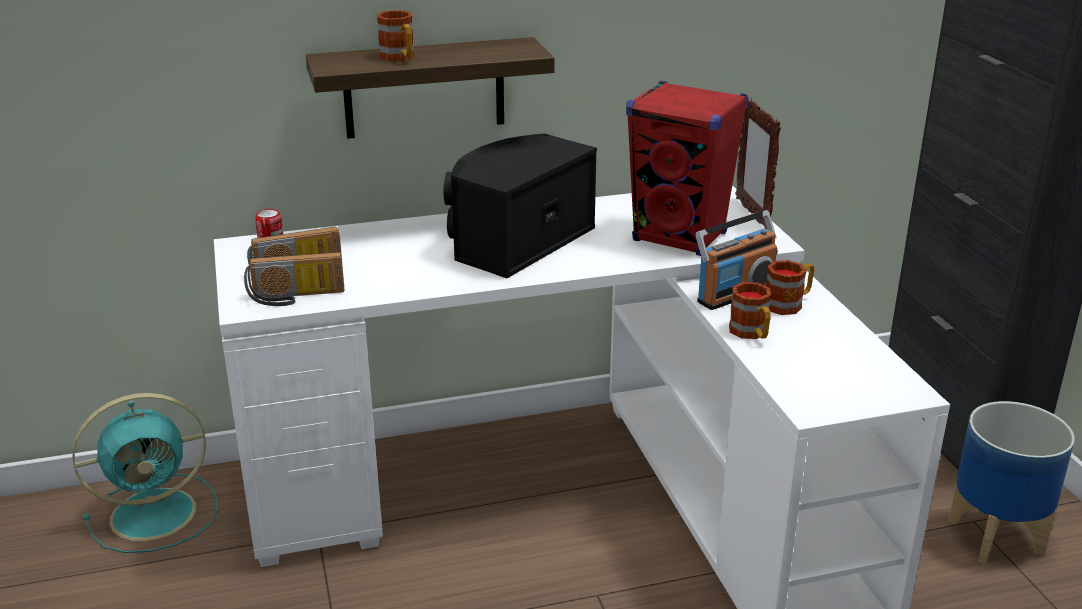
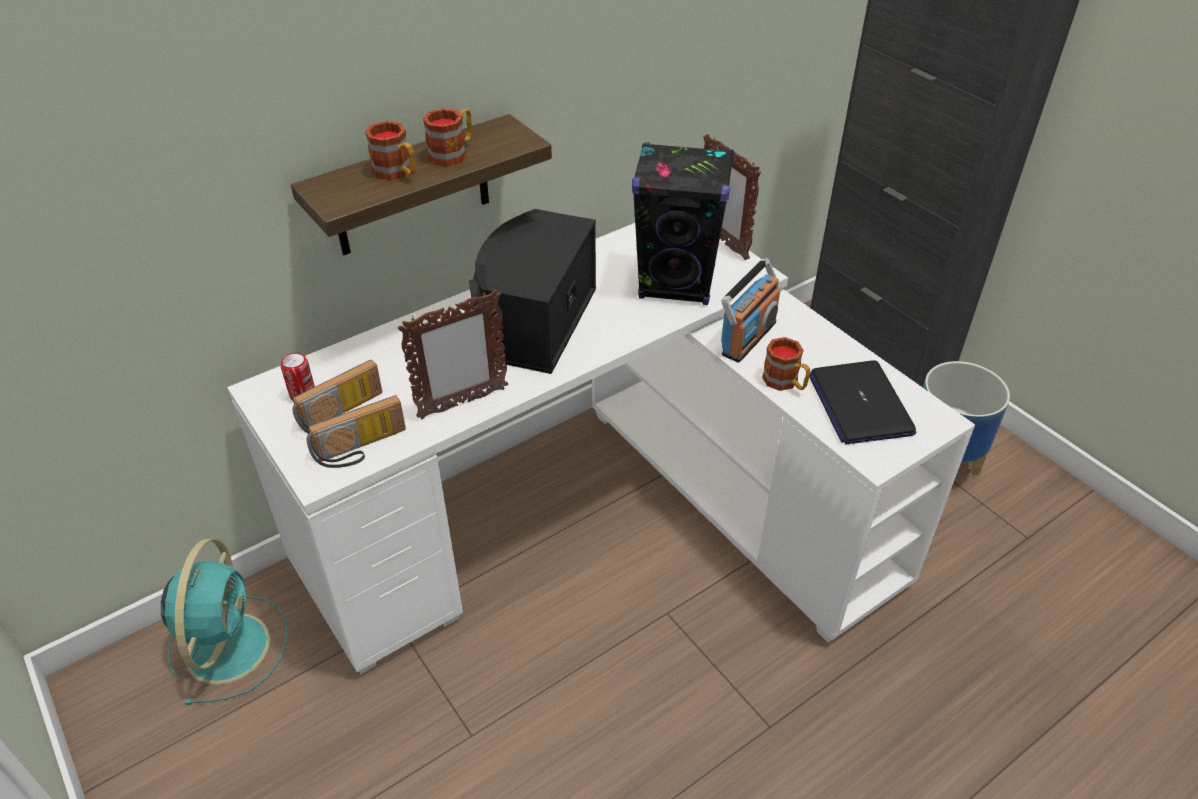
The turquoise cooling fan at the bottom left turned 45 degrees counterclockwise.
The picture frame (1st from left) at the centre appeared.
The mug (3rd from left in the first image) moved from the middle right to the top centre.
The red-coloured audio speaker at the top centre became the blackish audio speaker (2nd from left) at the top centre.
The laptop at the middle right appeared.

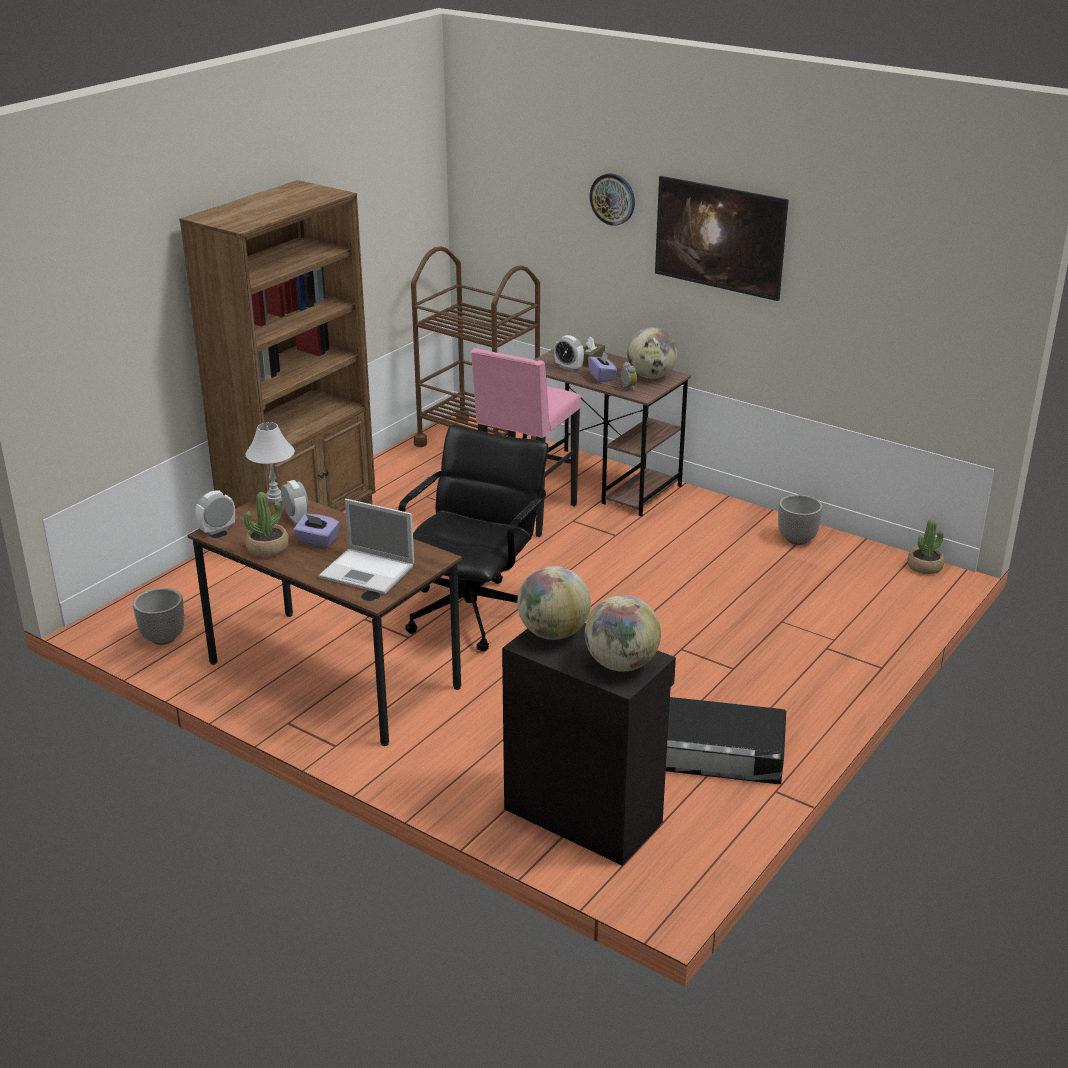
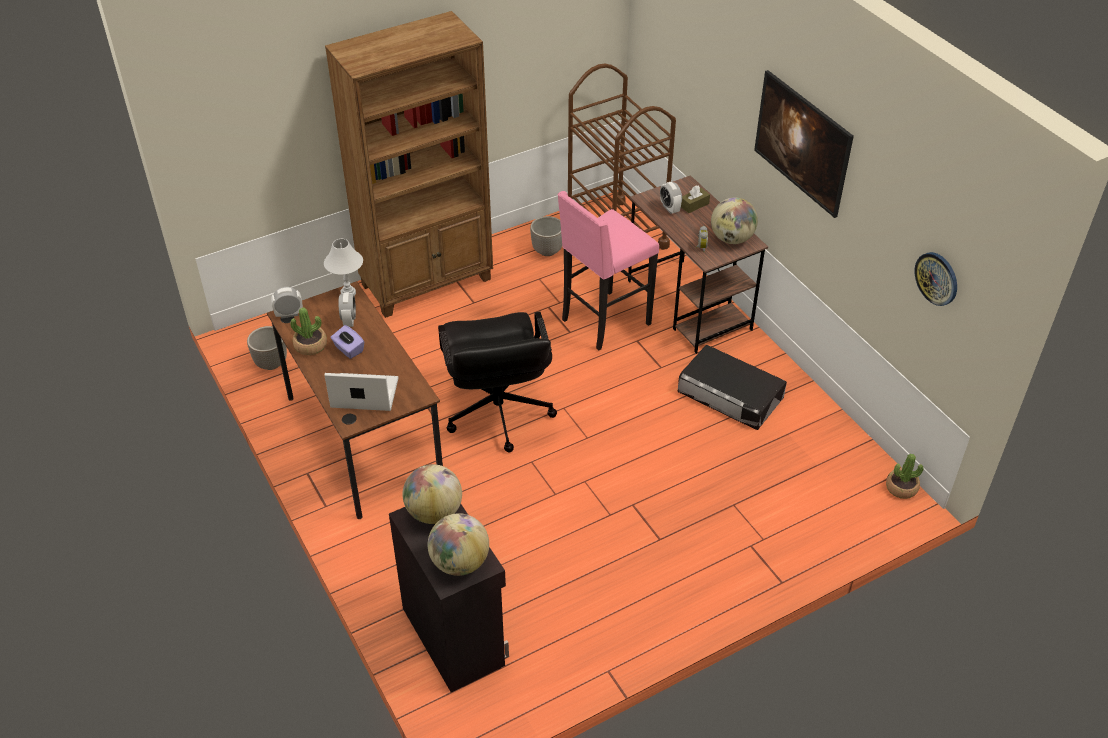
The laptop at the centre turned 135 degrees clockwise.
The blackish office chair at the centre turned 120 degrees clockwise.
The planter (2nd from left) moved from the middle right to the top centre.
The blackish storage bin moved from the bottom right to the centre.
The wall clock moved from the top centre to the middle right.
The purple box of tissues (2nd from left) at the centre disappeared.

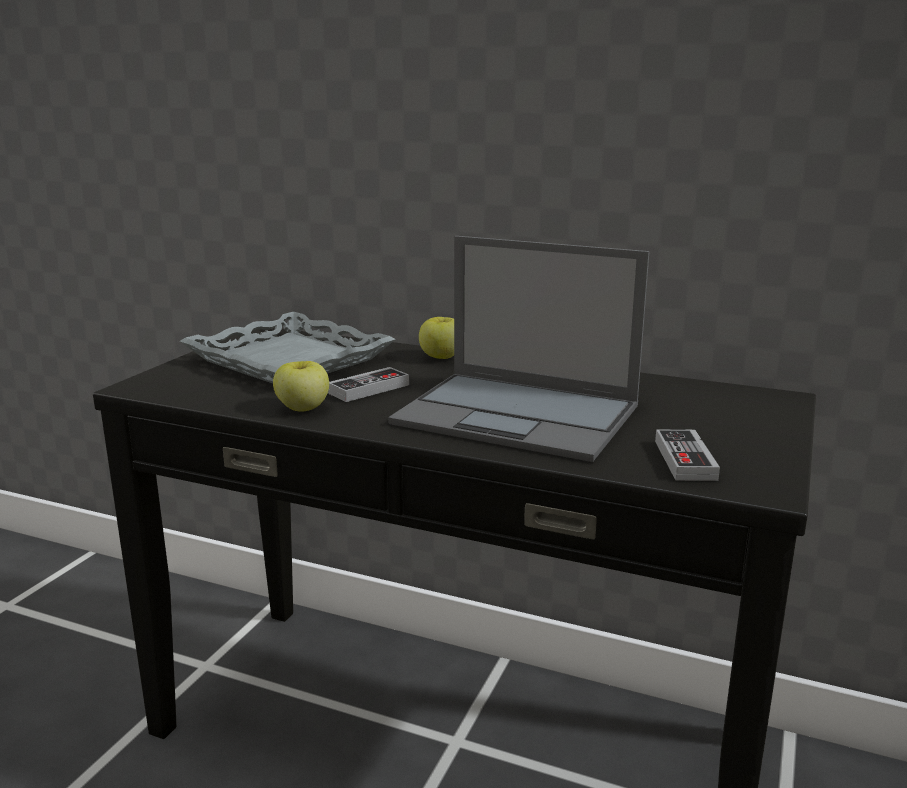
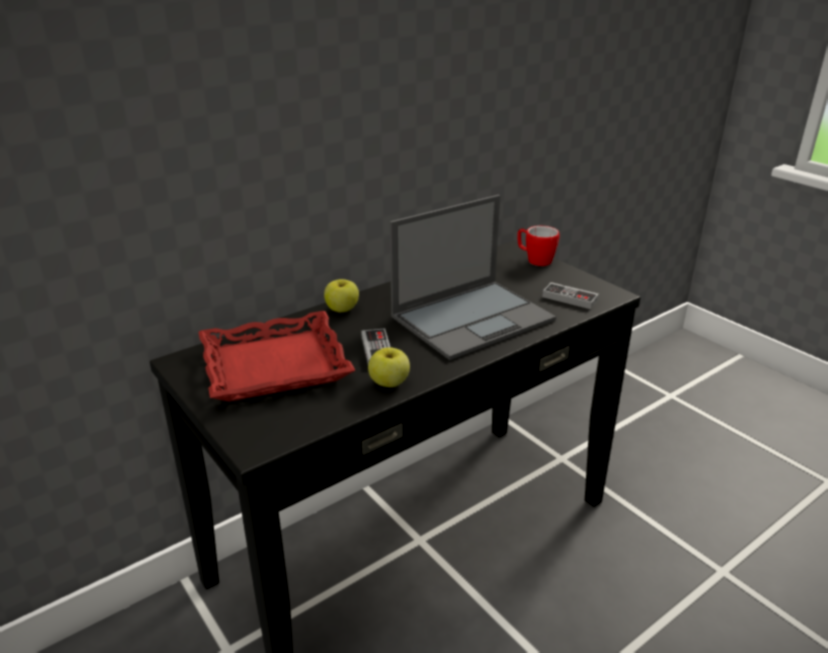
The greyish serving tray at the middle left became the red-coloured serving tray at the centre.
The mug at the centre appeared.

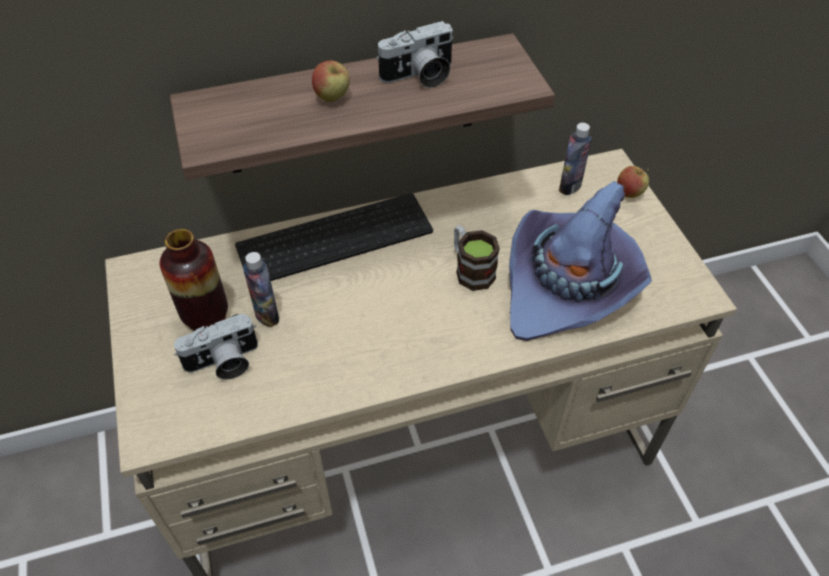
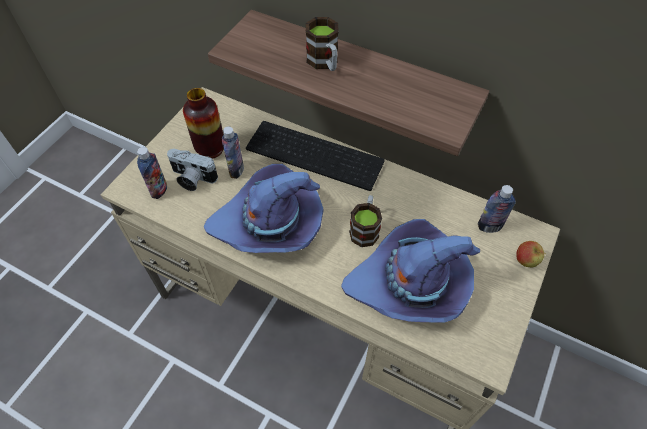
The beverage bottle (1st from left) at the middle left appeared.
The purple wearable hat (1st from left) at the centre appeared.
The whole apple (1st from left) at the top centre was replaced by the mug (1st from left) at the top centre.
The still camera (2nd from left) at the top centre disappeared.

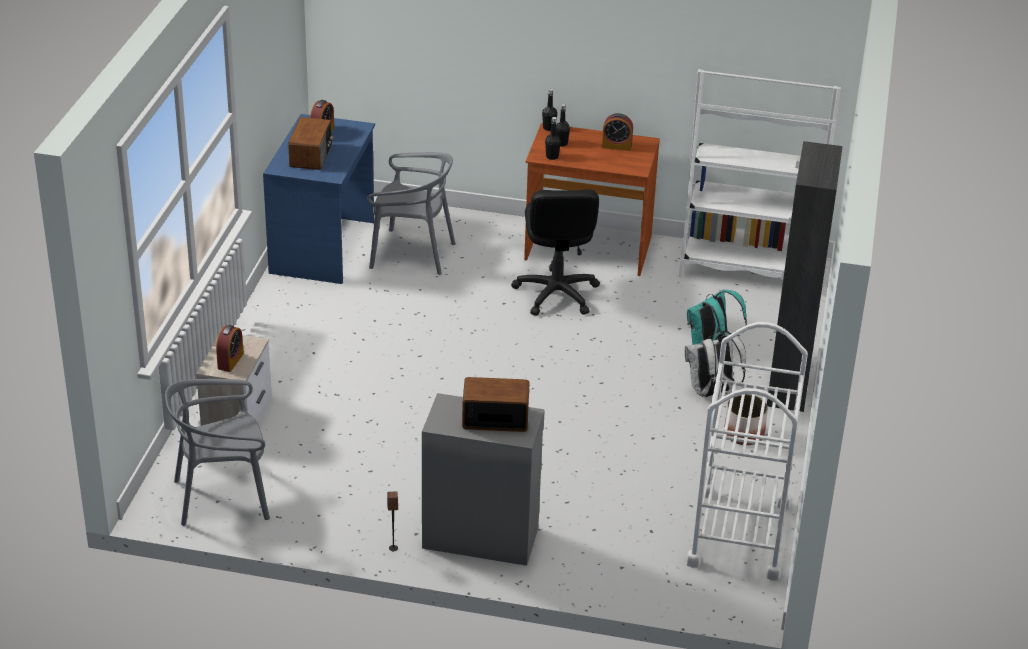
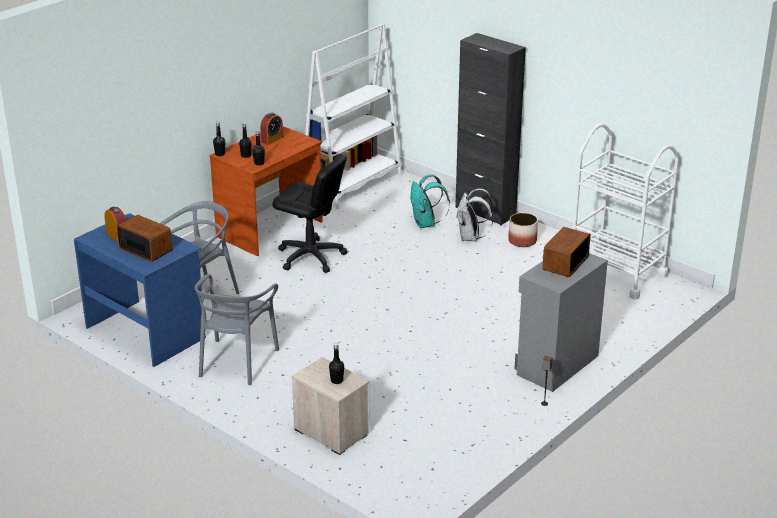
The greyish upright chair (1st from left in the first image) moved from the bottom left to the middle left.
The bedside clock (1st from left) at the middle left was replaced by the blackish beverage bottle (4th from left) at the bottom centre.

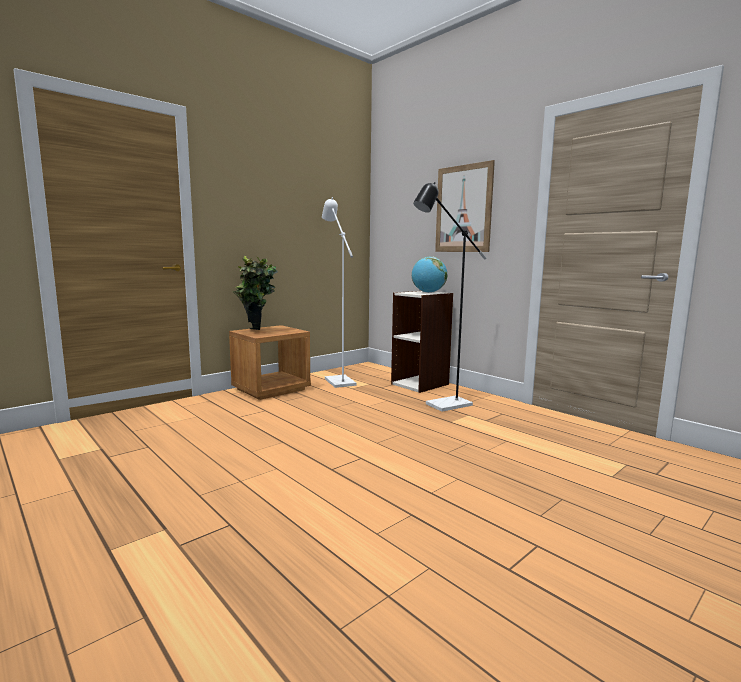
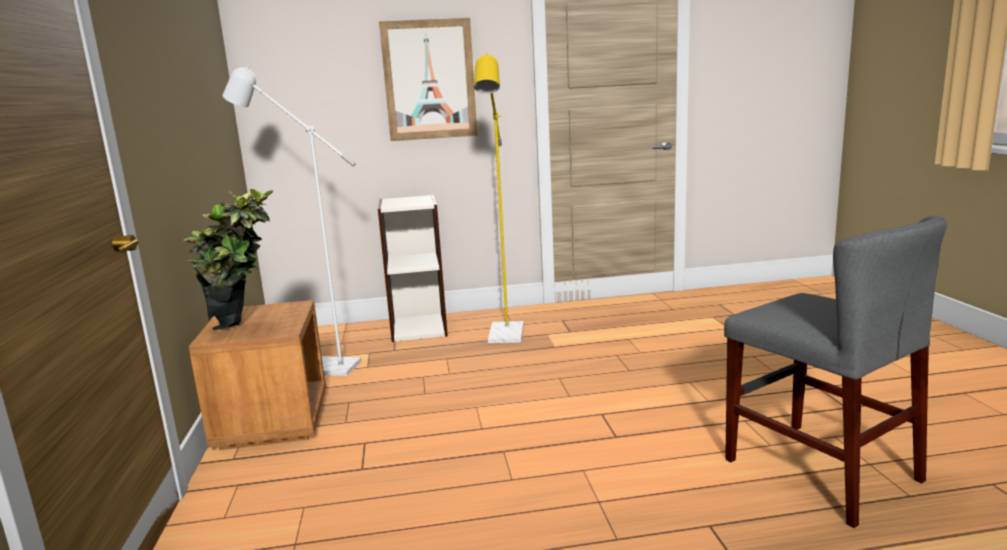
The blackish standard lamp at the centre became the yellowish standard lamp at the centre.
The greyish upright chair at the bottom right appeared.
The desk globe at the centre disappeared.

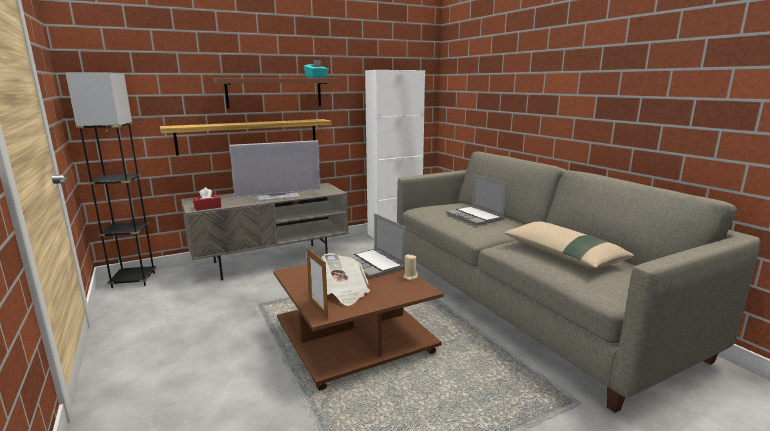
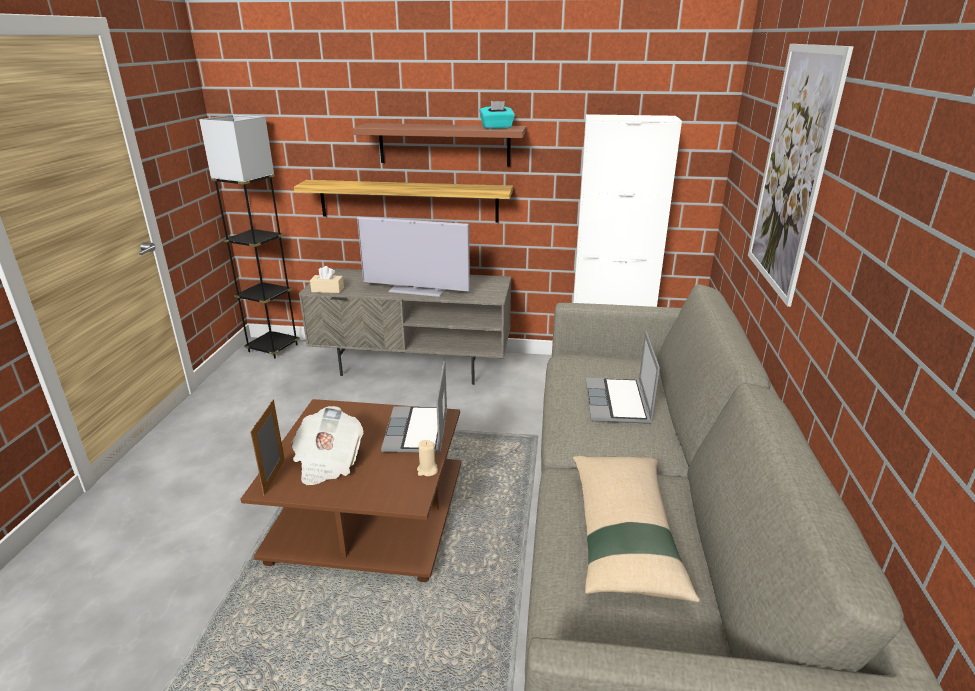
The red-coloured box of tissues at the middle left became the beige-coloured box of tissues at the centre.
The wall picture at the top right appeared.

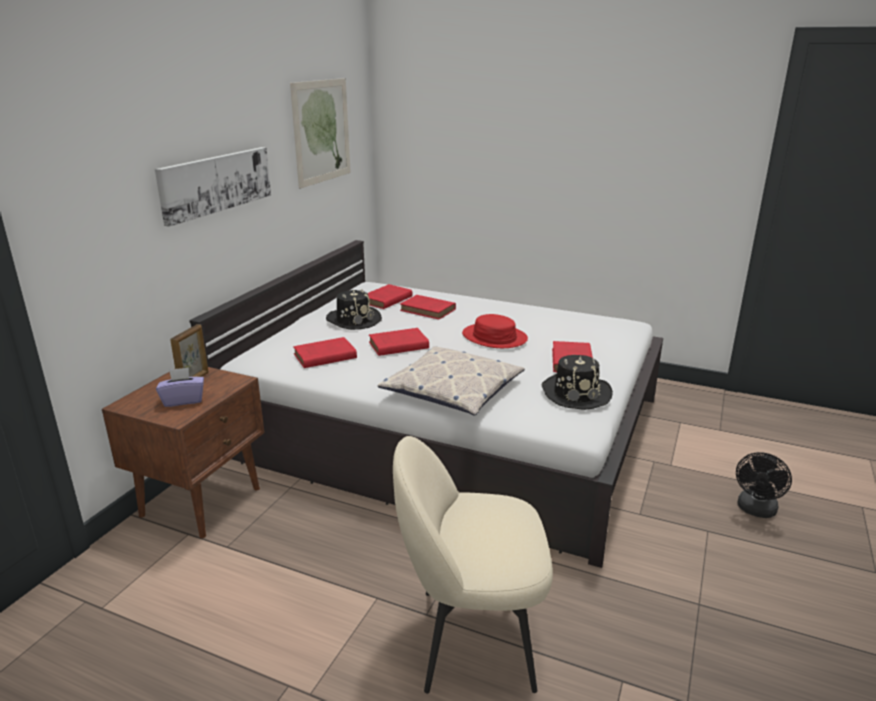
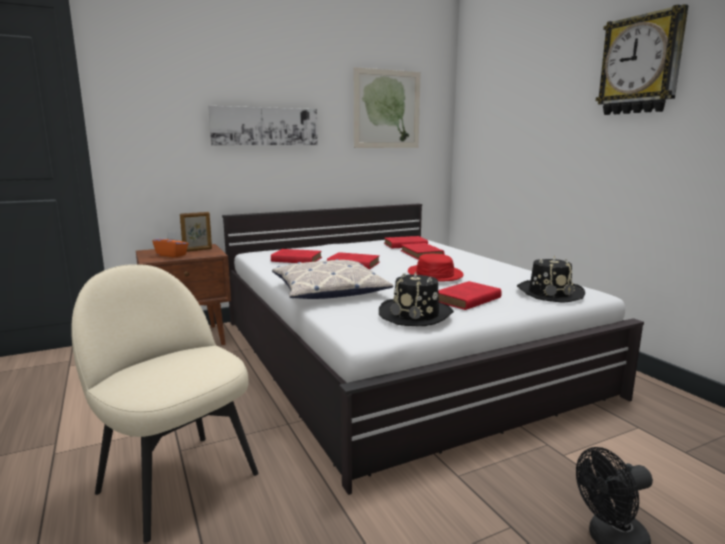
The purple box of tissues at the middle left became the orangey box of tissues at the middle left.
The blackish wearable hat (1st from left in the first image) moved from the centre to the middle right.
The wall clock at the top right appeared.

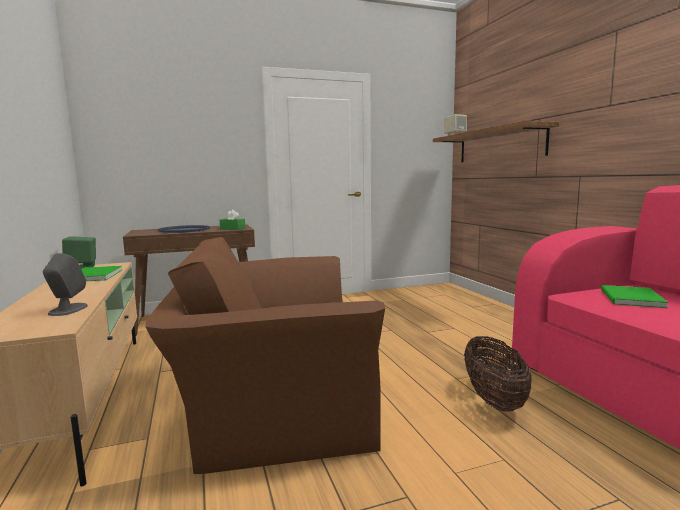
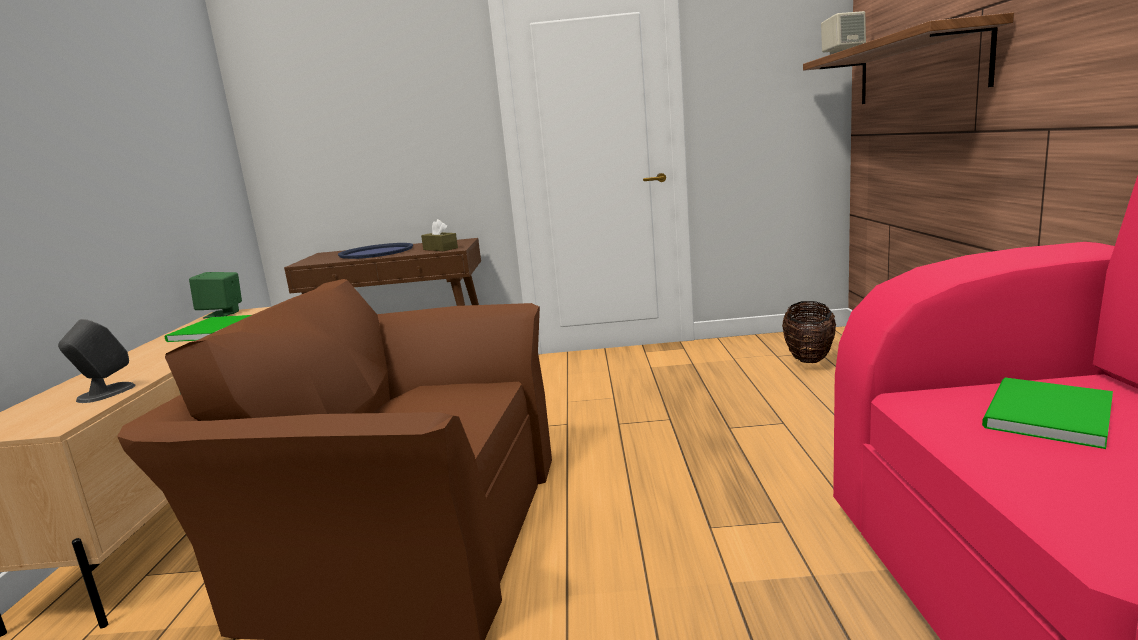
The green box of tissues at the centre became the brown box of tissues at the centre.
The basket moved from the bottom right to the middle right.

